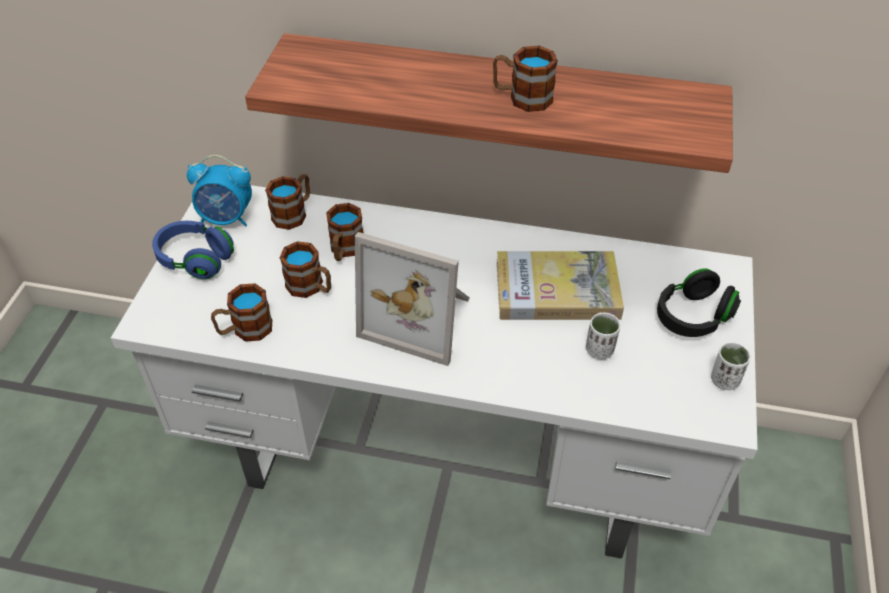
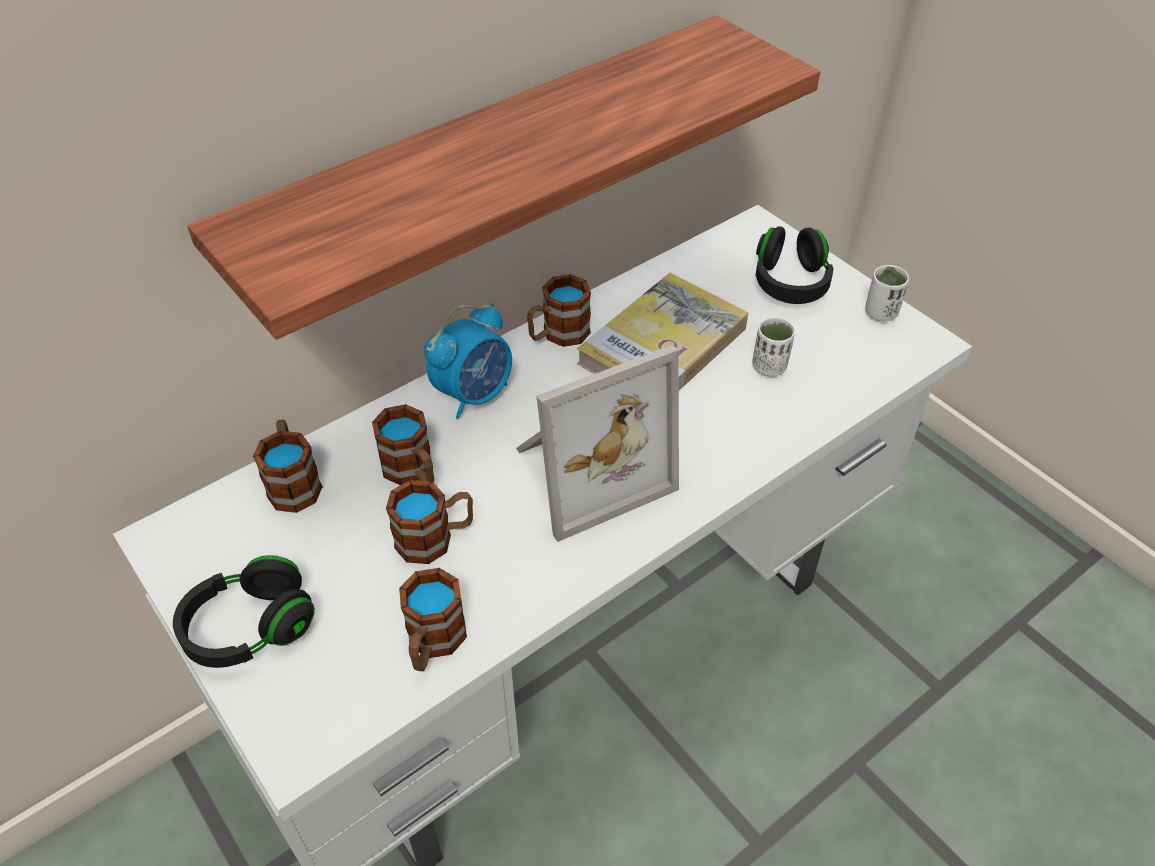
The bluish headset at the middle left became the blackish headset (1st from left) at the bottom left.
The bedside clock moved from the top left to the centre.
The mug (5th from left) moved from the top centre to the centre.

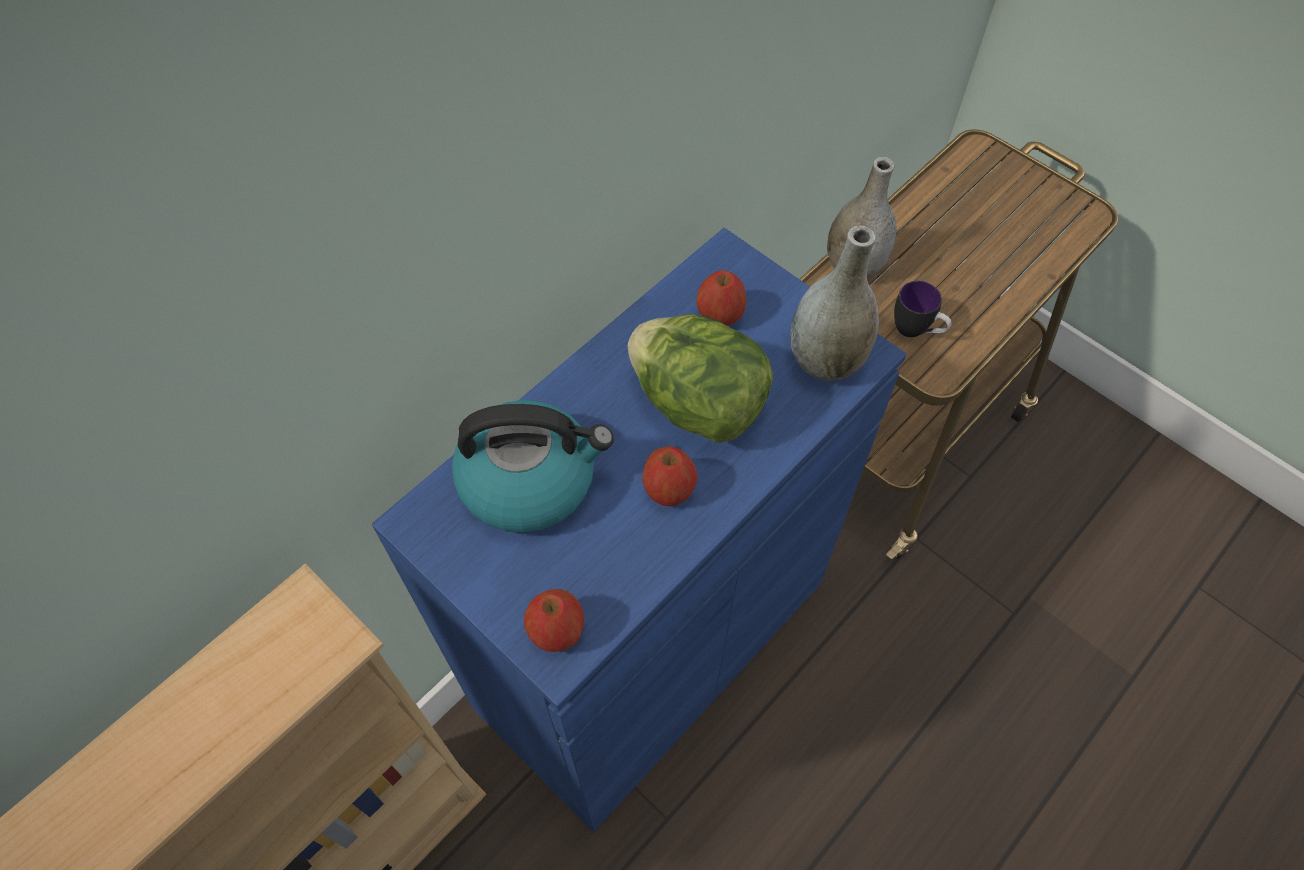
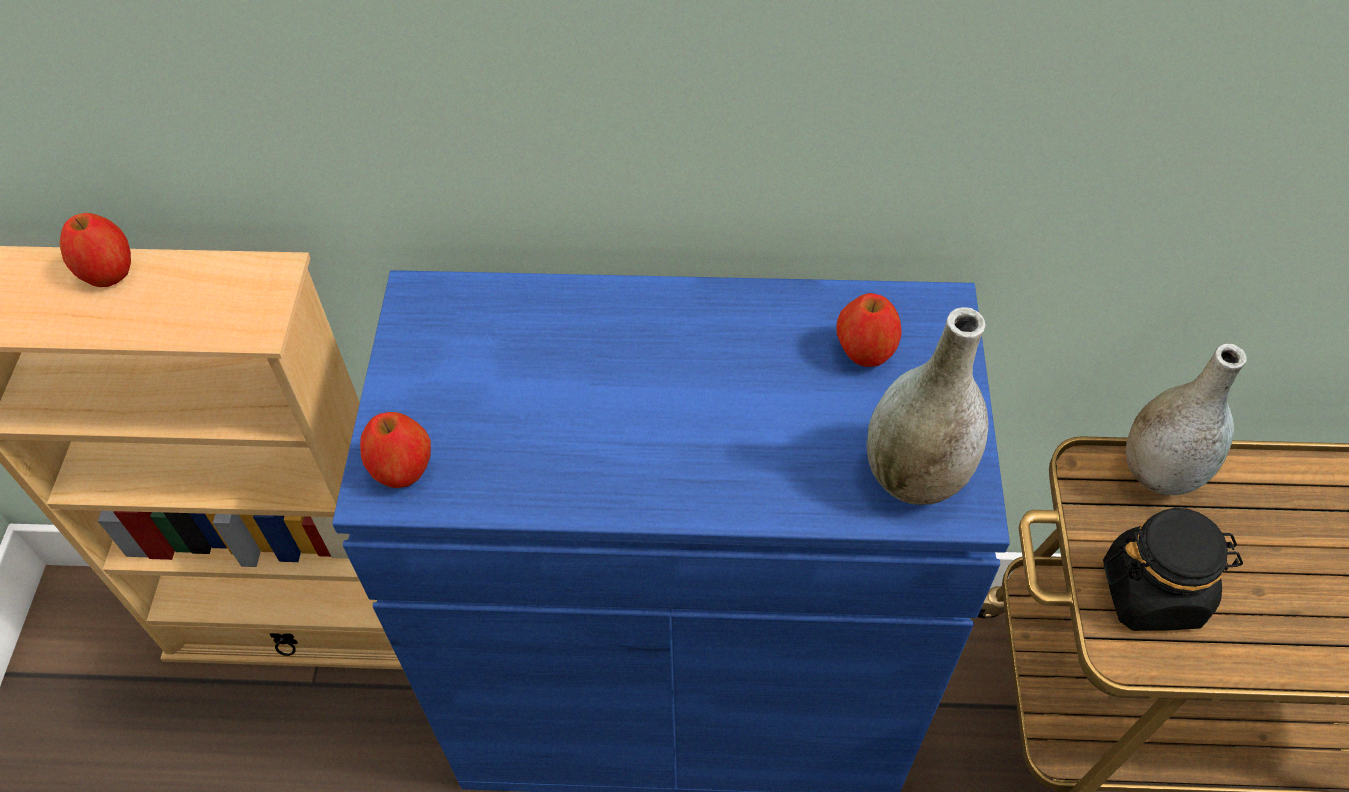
The whole apple (2nd from left in the first image) moved from the centre to the top left.
The mug at the middle right was replaced by the blackish storage jar at the bottom right.
The kettle at the centre disappeared.
The lettuce at the centre disappeared.

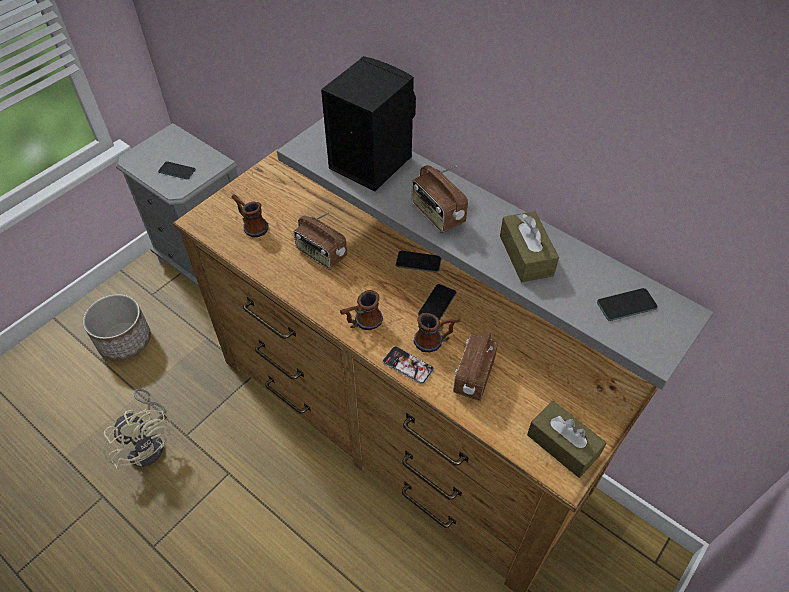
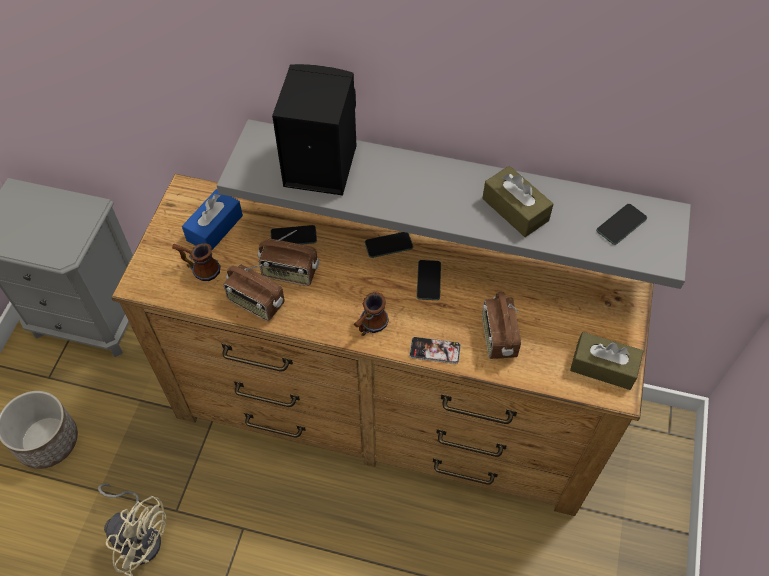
The bluish box of tissues at the middle left appeared.
The radio set (2nd from left in the first image) moved from the centre to the middle left.
The handset (1st from left) moved from the top left to the centre.
The mug (3rd from left) at the centre disappeared.

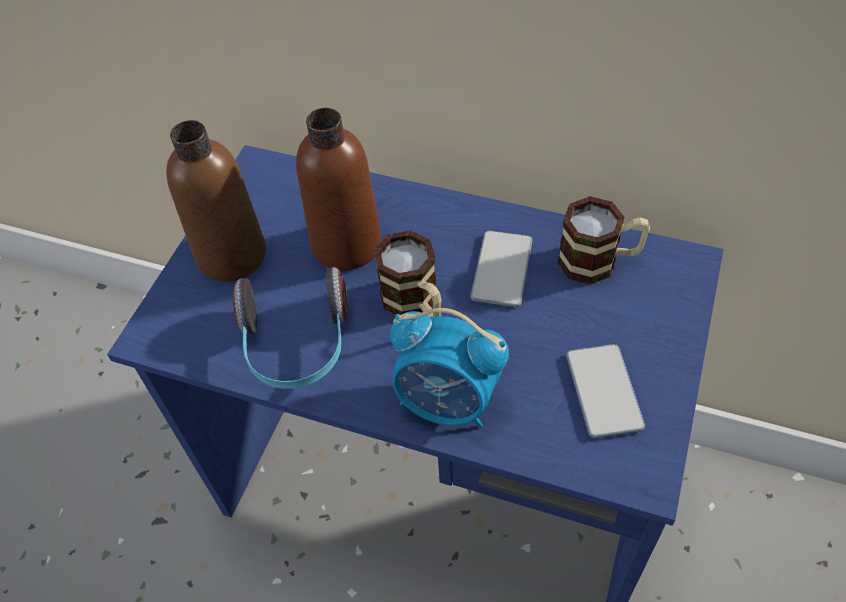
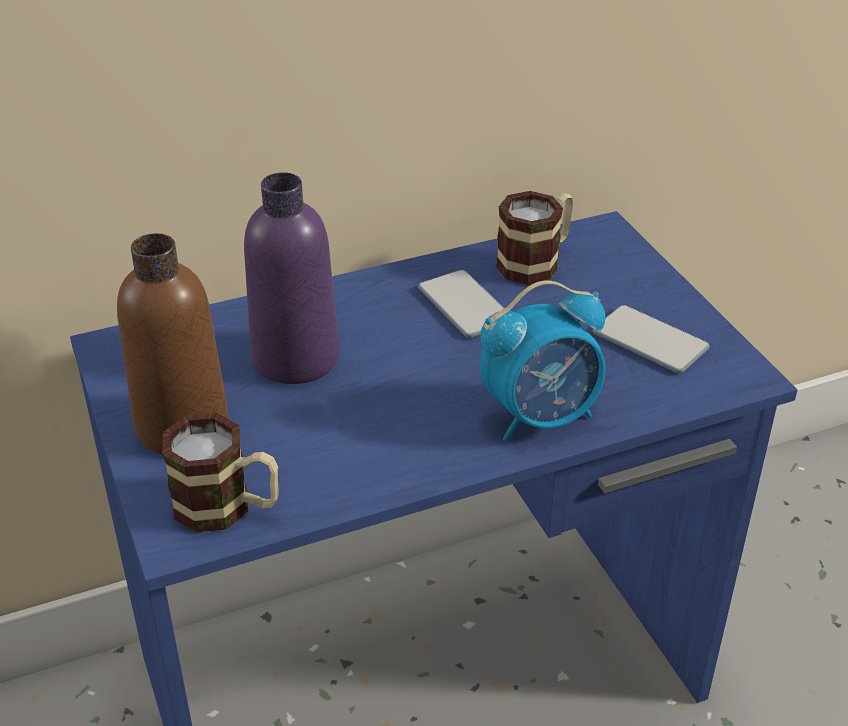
The mug (1st from left) moved from the centre to the middle left.
The brown beverage bottle (2nd from left) at the top centre became the purple beverage bottle at the centre.
The headset at the centre disappeared.

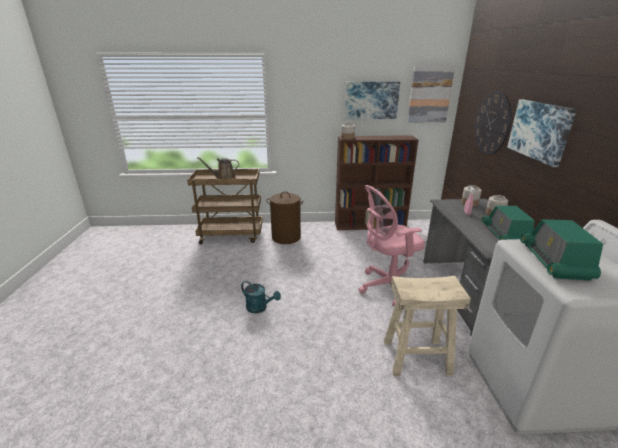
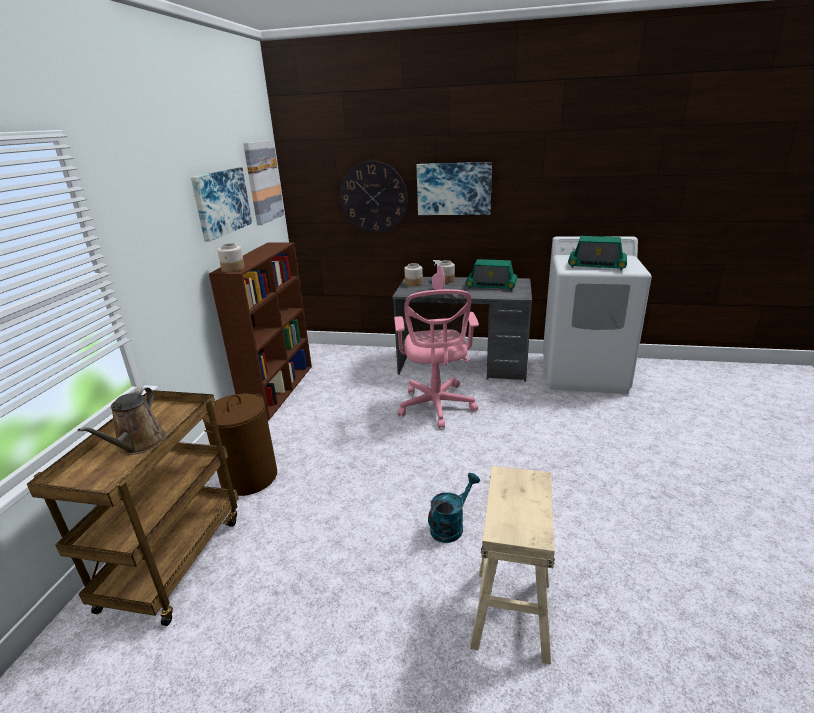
The beige-coloured stool seat moved from the bottom right to the bottom centre.

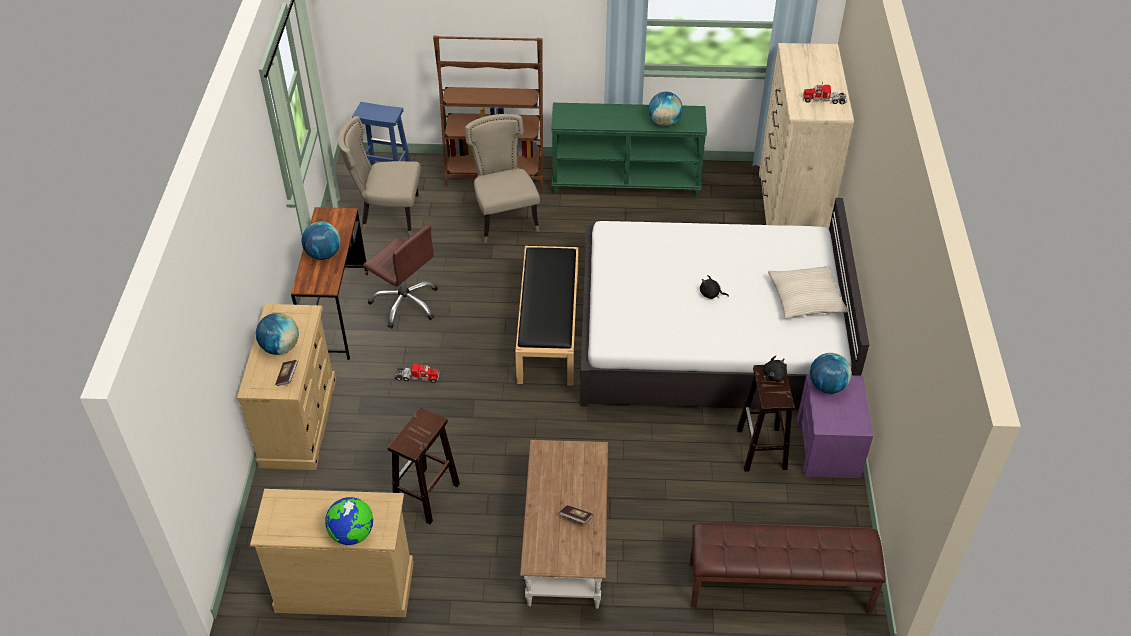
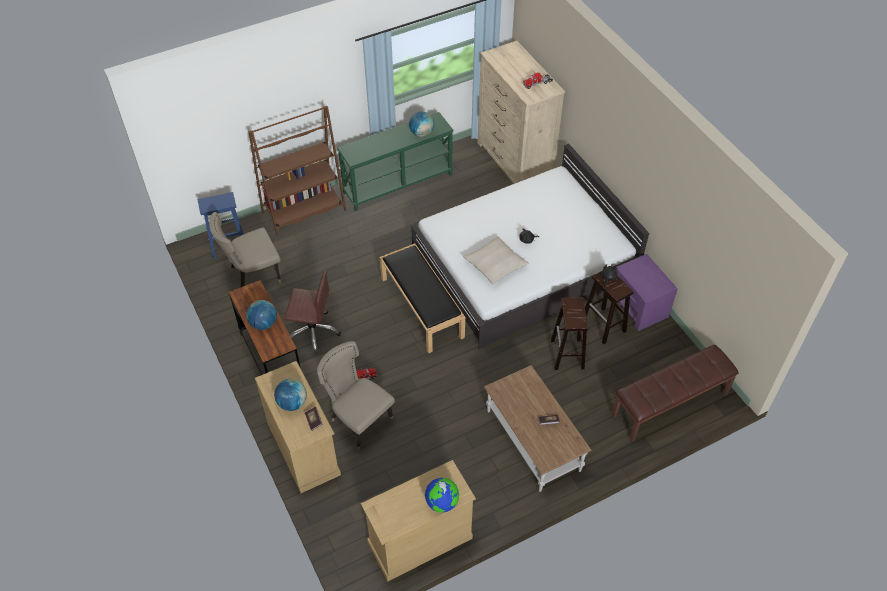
The beige-coloured upright chair (2nd from left) moved from the top centre to the bottom centre.
The beige-coloured throw pillow moved from the middle right to the centre.
The brown stool seat (1st from left) moved from the bottom centre to the centre.
The desk globe (5th from left) at the middle right disappeared.

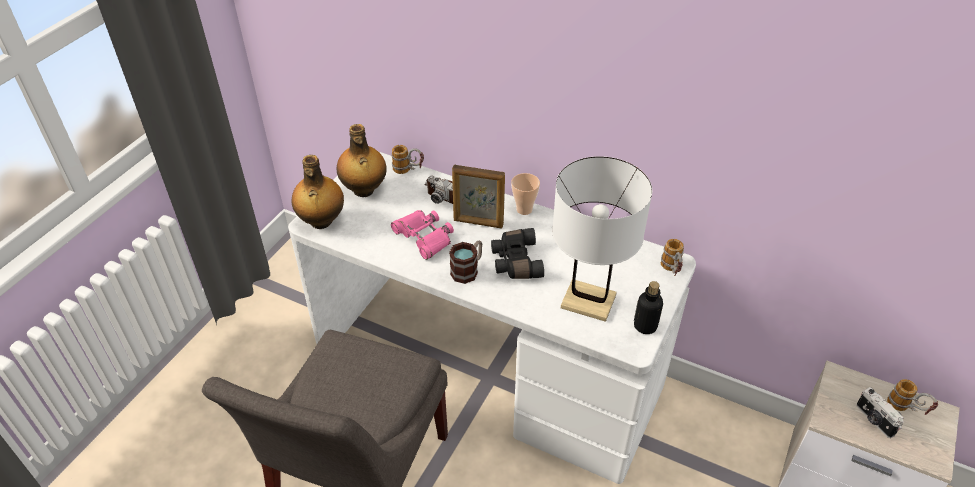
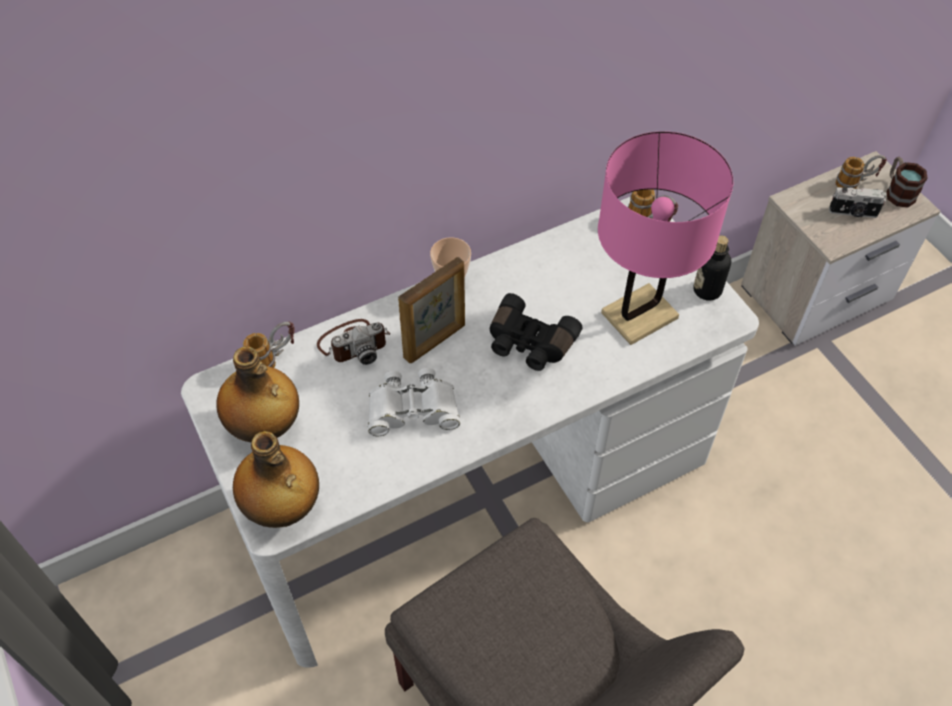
The pink field glasses at the centre became the white field glasses at the centre.
The white lamp for a table at the centre became the pink lamp for a table at the middle right.
The mug (2nd from left in the first image) moved from the centre to the top right.

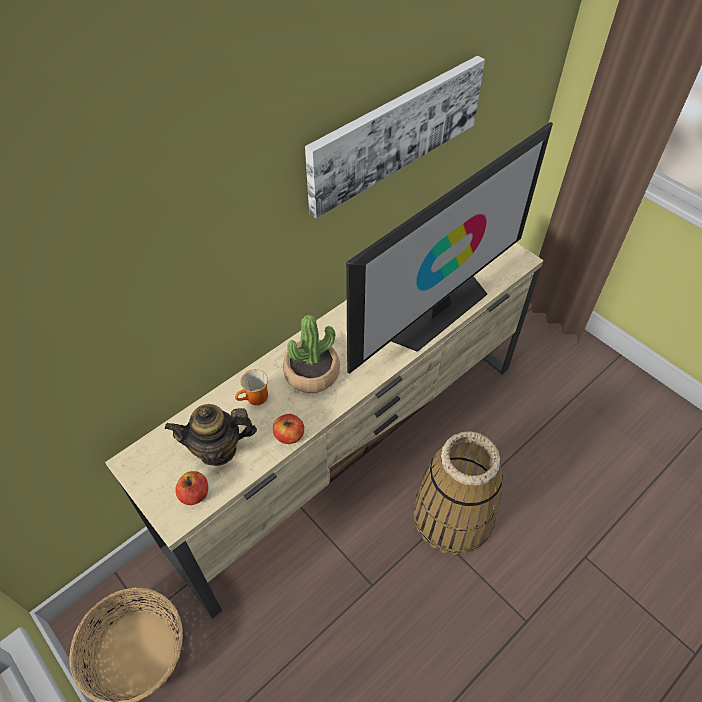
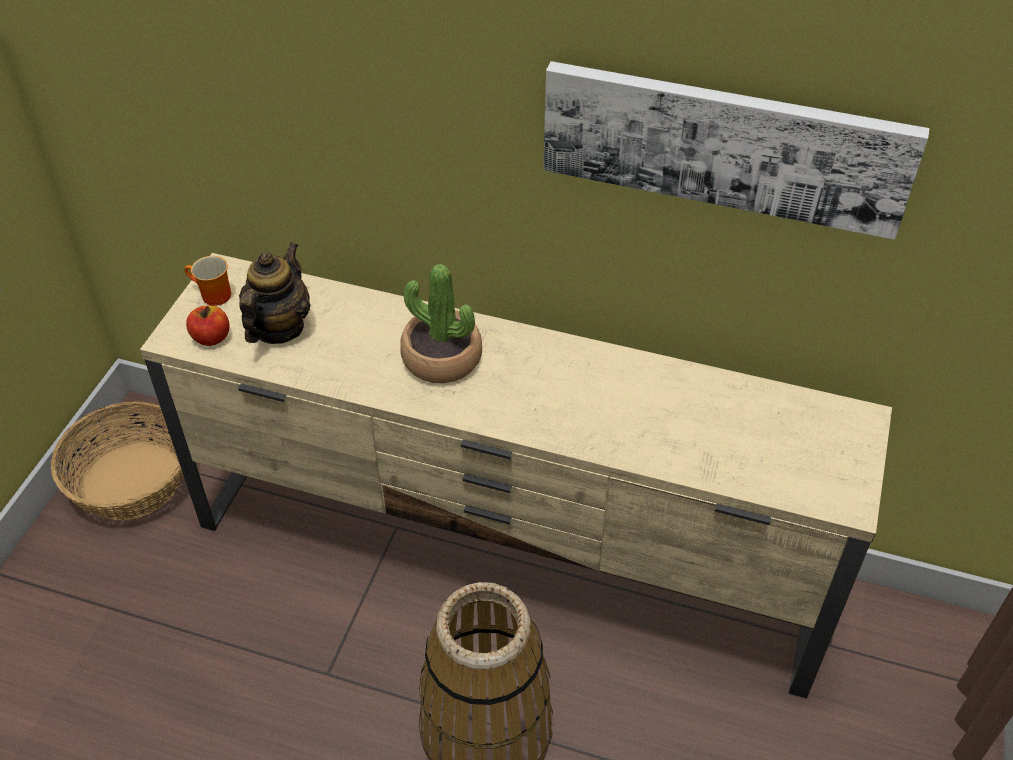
The mug moved from the centre to the middle left.
The pot for tea at the middle left turned 60 degrees clockwise.
The whole apple (2nd from left) at the centre disappeared.
The TV set at the centre disappeared.

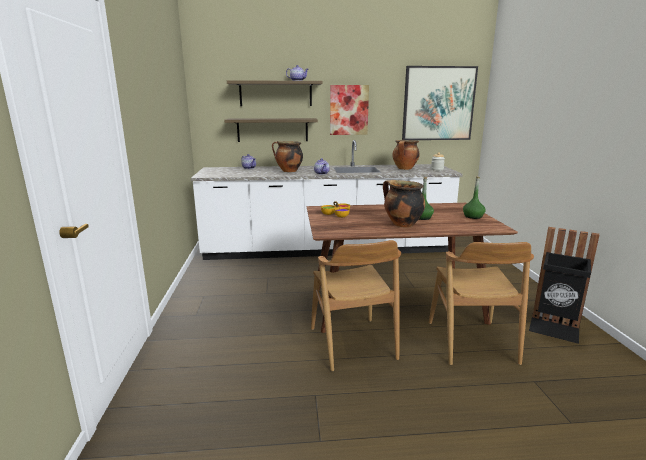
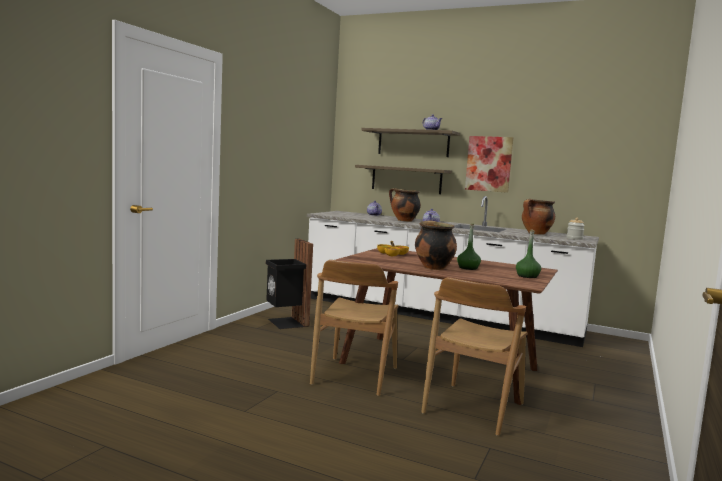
The blackish rubbish bin moved from the middle right to the centre.
The wall picture (2nd from left) at the top right disappeared.

